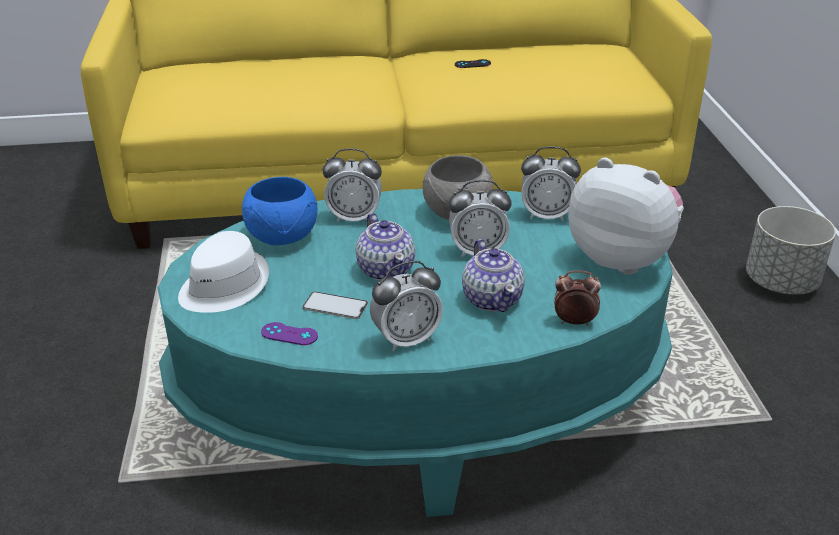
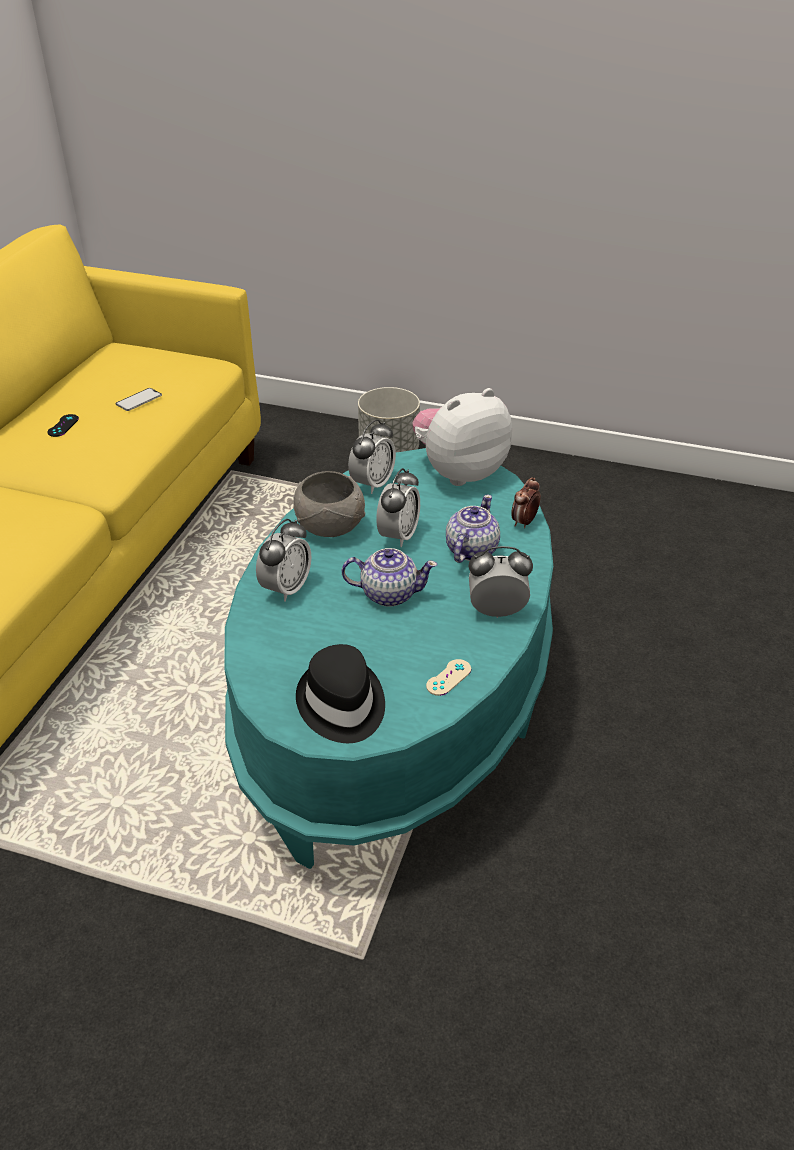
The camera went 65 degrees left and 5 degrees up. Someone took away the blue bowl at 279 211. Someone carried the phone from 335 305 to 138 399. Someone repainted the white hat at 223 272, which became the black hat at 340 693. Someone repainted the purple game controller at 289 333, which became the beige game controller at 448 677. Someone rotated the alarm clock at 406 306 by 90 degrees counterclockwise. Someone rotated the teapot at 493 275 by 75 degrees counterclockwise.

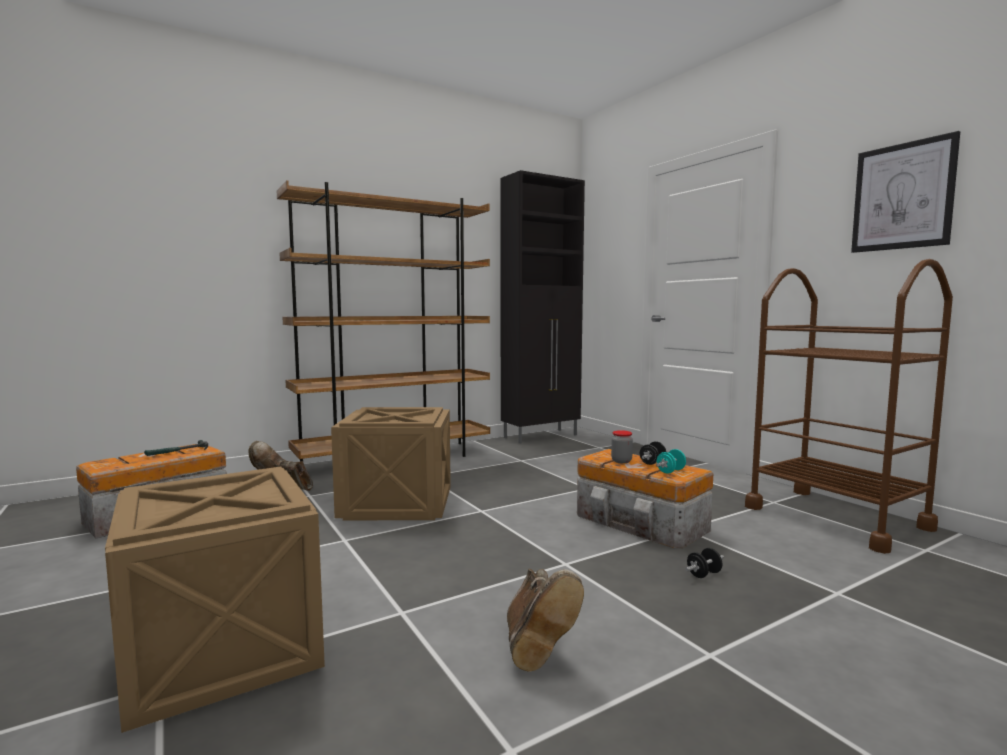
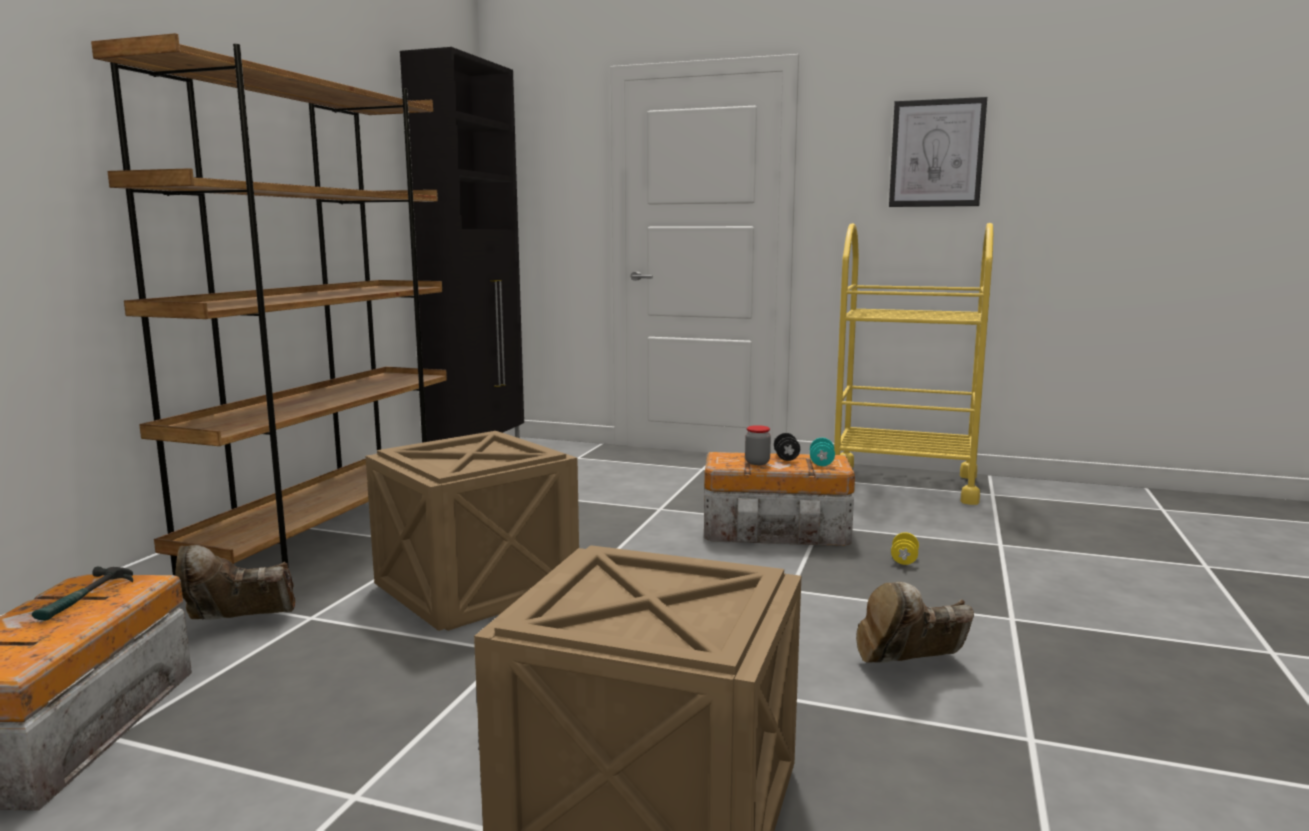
The camera went 40 degrees left and 5 degrees up. Someone repainted the black dumbbell at 704 563, which became the yellow dumbbell at 905 548. Someone repainted the brown cart at 849 406, which became the yellow cart at 913 364. Someone rotated the brown boot at 545 620 by 120 degrees clockwise.

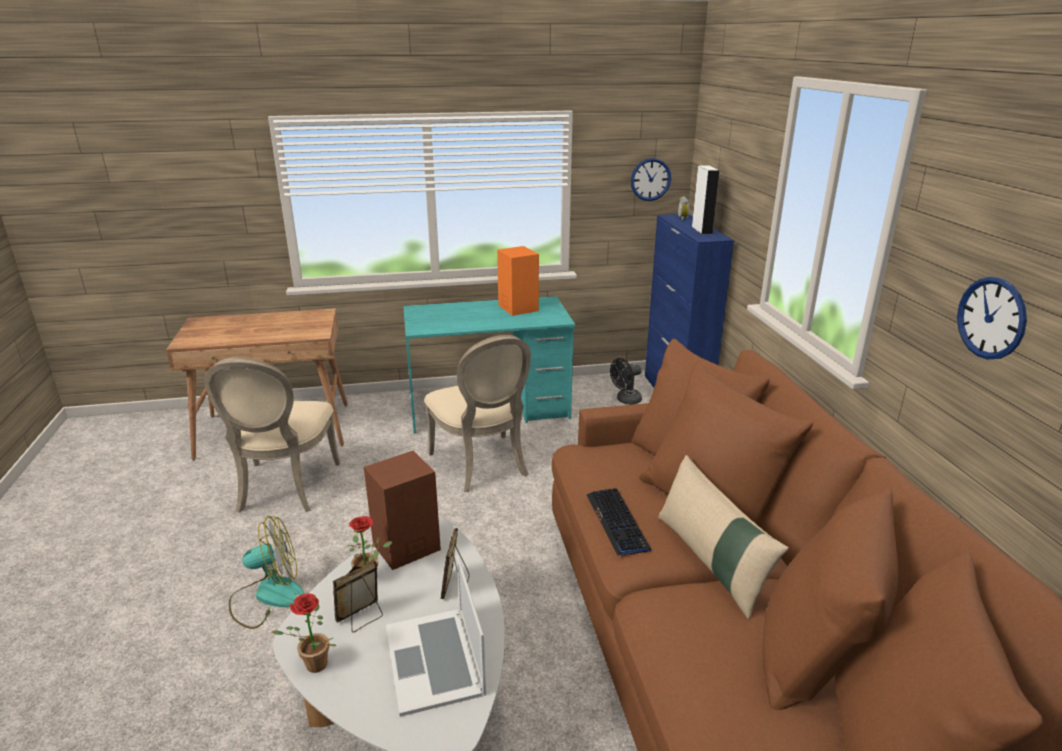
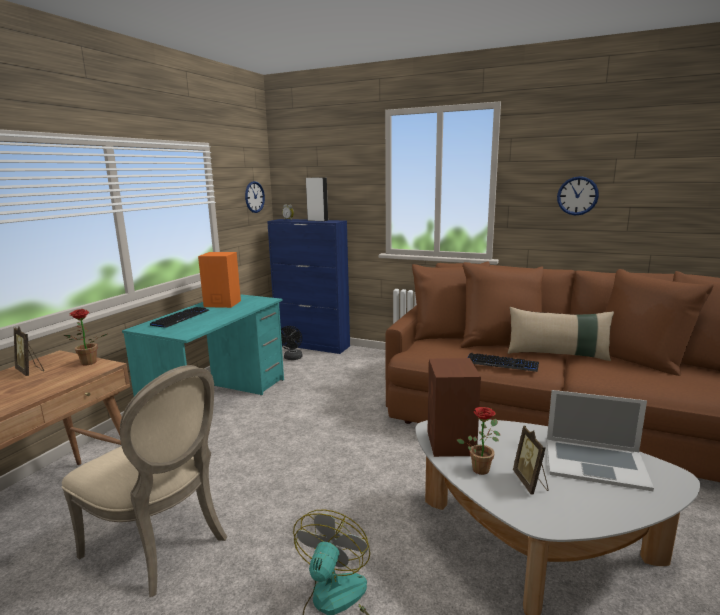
The camera went 55 degrees left and 10 degrees down. Someone took away the beige chair at 477 413. Someone put down the keyboard at 179 317. Someone carried the potted plant from 303 633 to 85 337. Someone carried the picture frame from 455 563 to 29 351.

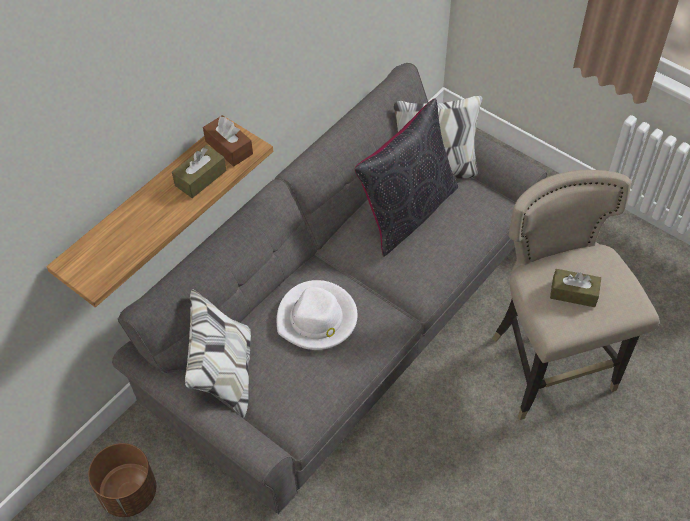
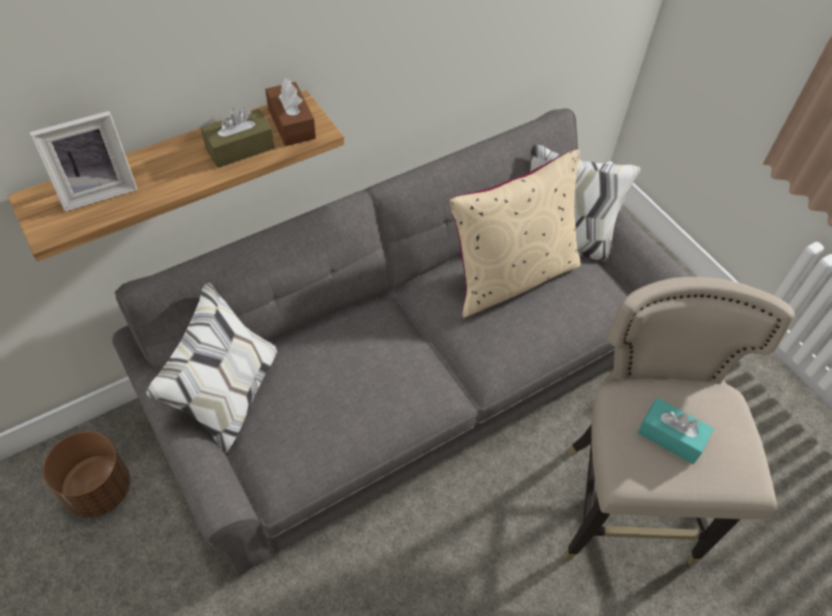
The camera went 15 degrees right and 0 degrees up. Someone took away the white hat at 317 315. Someone put down the picture frame at 83 161. Someone repainted the black pillow at 406 177, which became the beige pillow at 515 233. Someone repainted the brown tissue box at 575 288, which became the turquoise tissue box at 675 431.

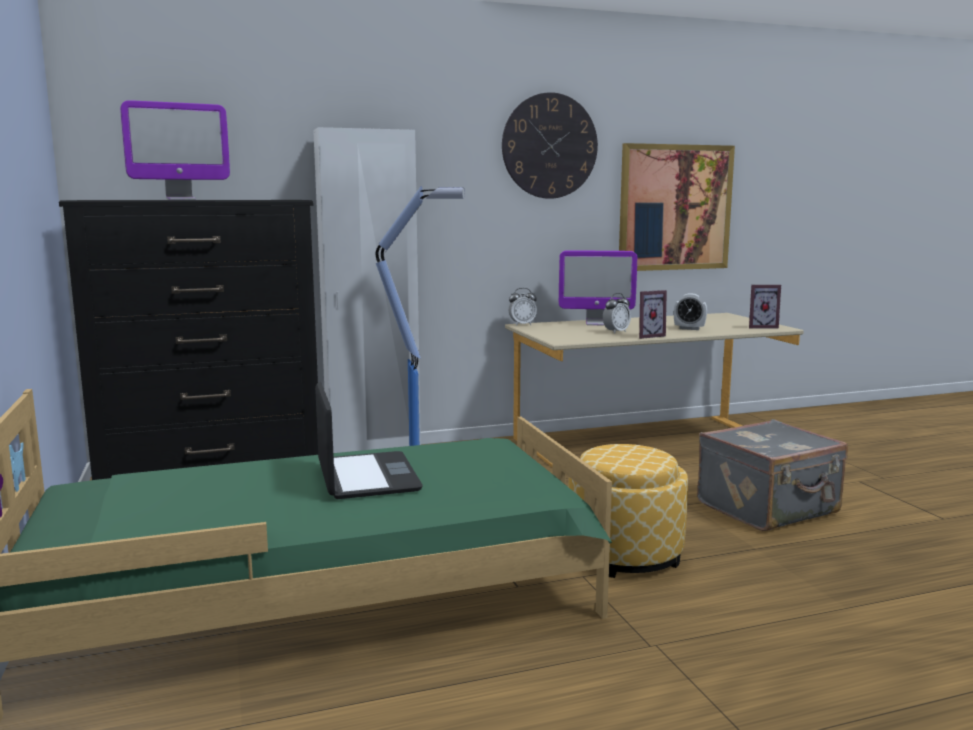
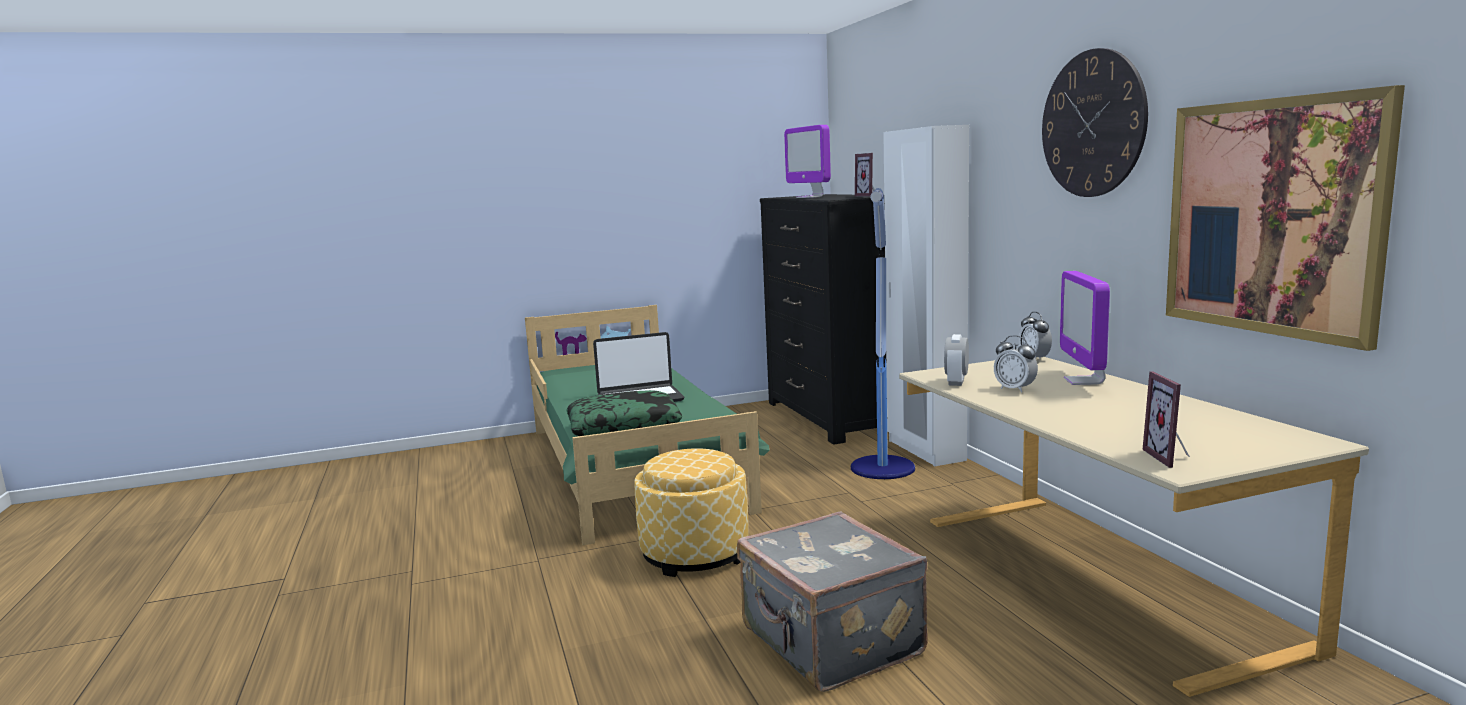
The camera went 90 degrees right and 0 degrees up. Someone put down the pillow at 624 413. Someone carried the picture frame from 653 314 to 865 174. Someone carried the alarm clock from 690 311 to 956 360.

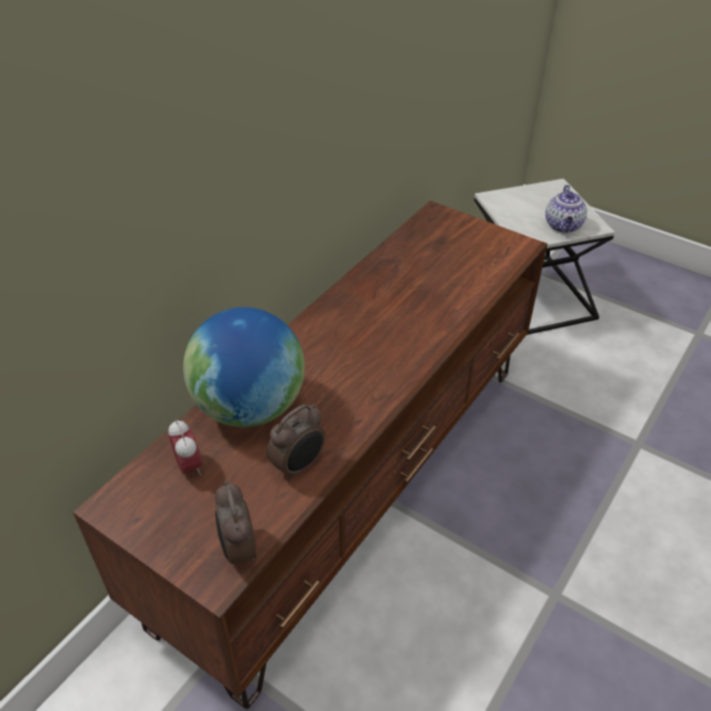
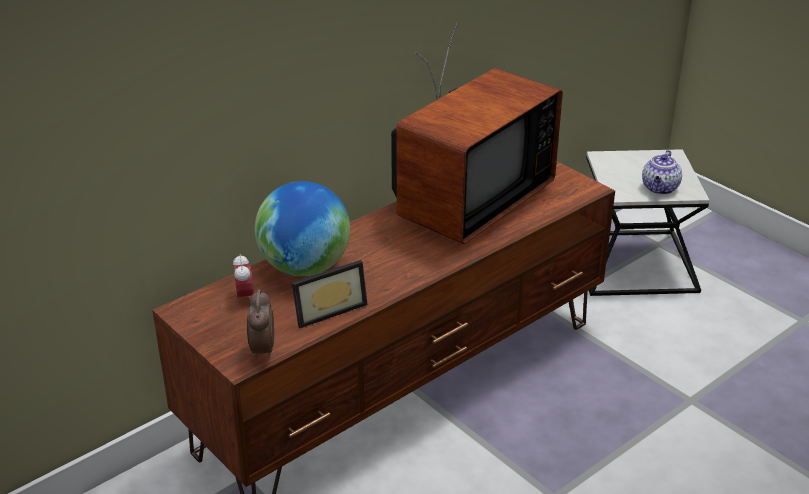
The camera went 15 degrees right and 10 degrees down. Someone put down the television at 477 133. Someone swapped the alarm clock at 296 442 for the picture frame at 330 294.

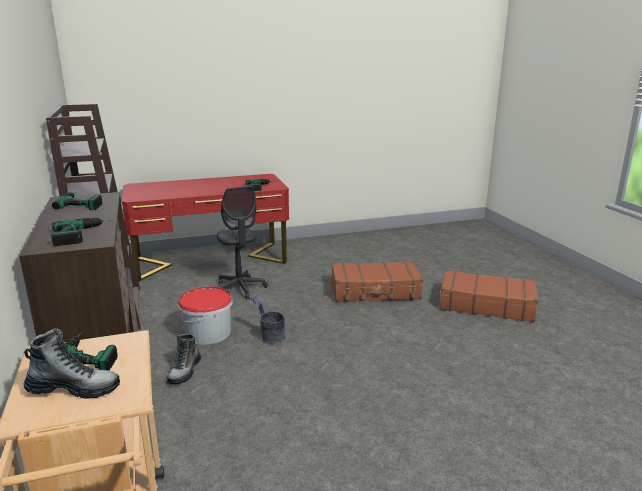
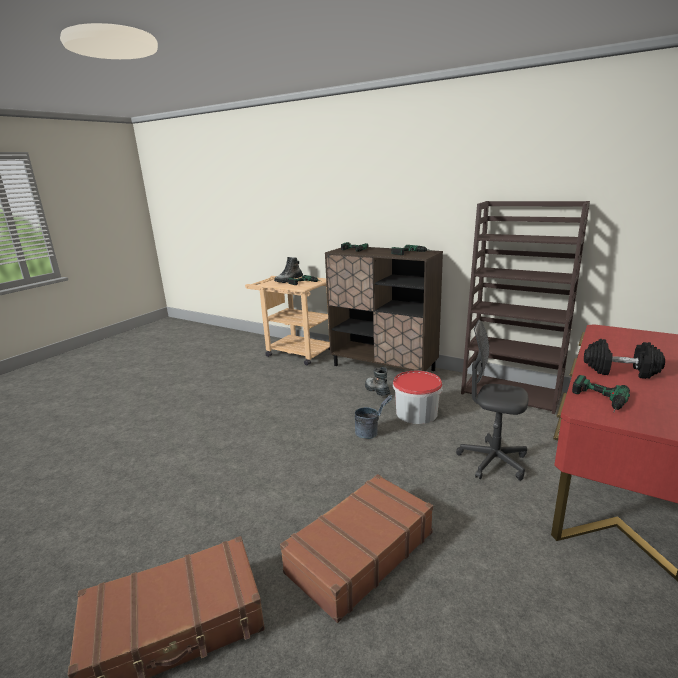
The camera went 140 degrees right and 0 degrees up. Someone put down the black dumbbell at 624 359.

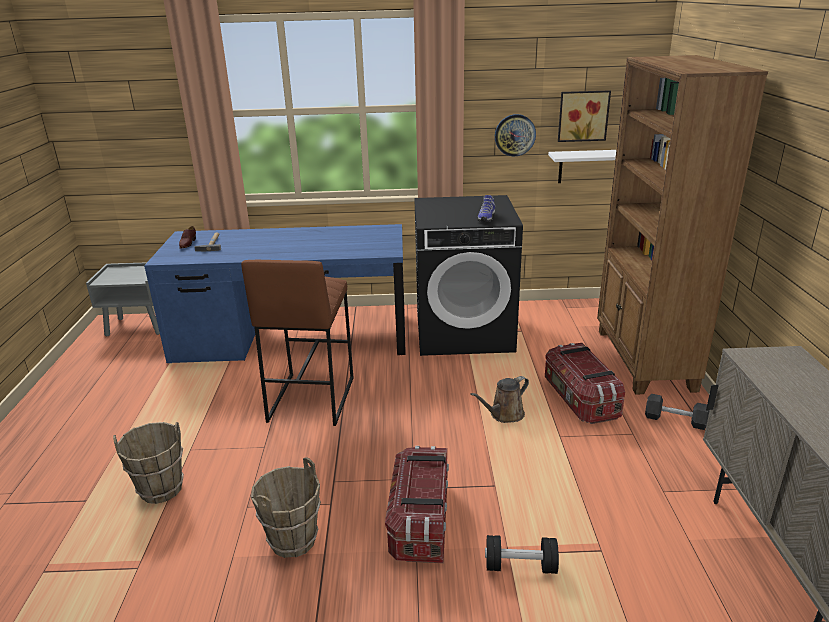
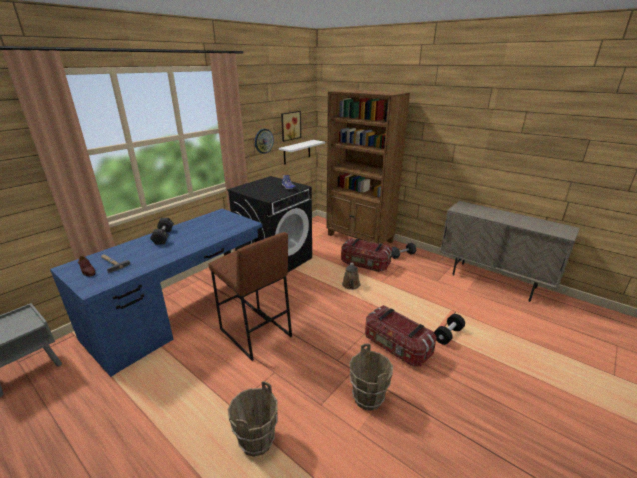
The camera went 50 degrees left and 0 degrees up. Someone put down the black dumbbell at 162 231.

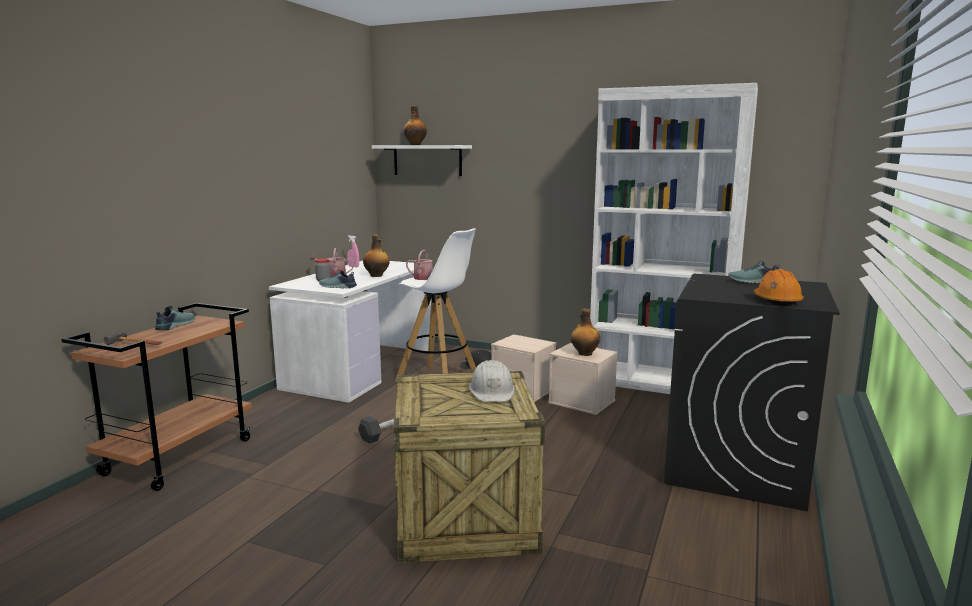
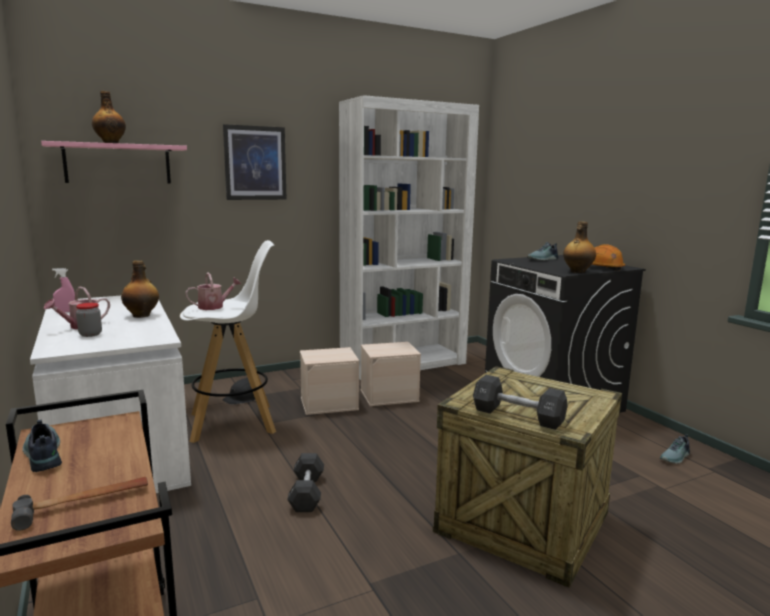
The camera went 50 degrees left and 0 degrees up. Someone took away the white hard hat at 492 381. Someone put up the picture at 255 162. Someone put down the black dumbbell at 520 402. Someone carried the shoe from 338 279 to 675 449. Someone carried the bottle from 585 332 to 579 247. Someone repainted the white shelf at 422 160, which became the pink shelf at 114 162.

